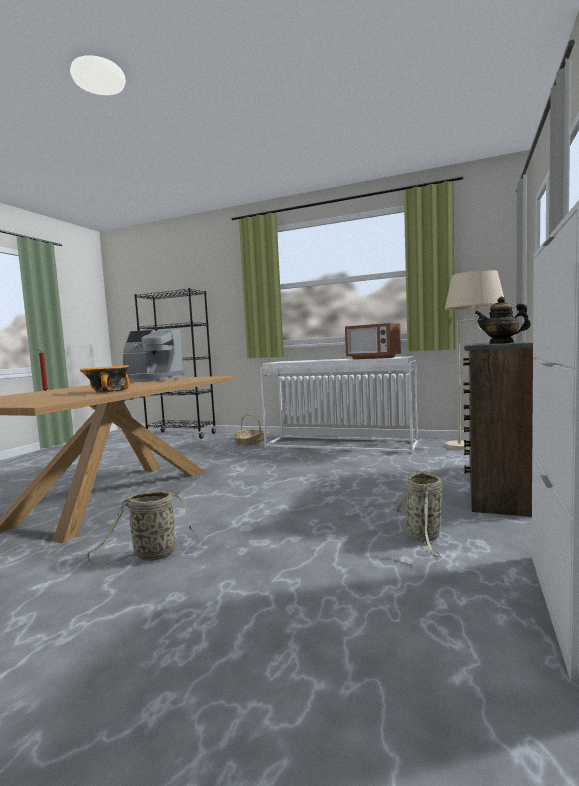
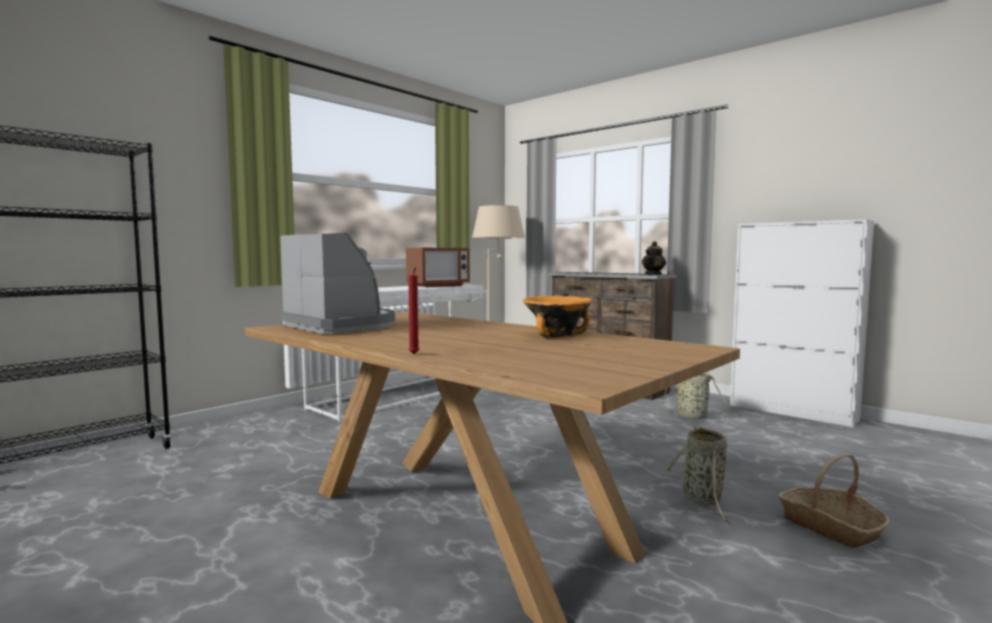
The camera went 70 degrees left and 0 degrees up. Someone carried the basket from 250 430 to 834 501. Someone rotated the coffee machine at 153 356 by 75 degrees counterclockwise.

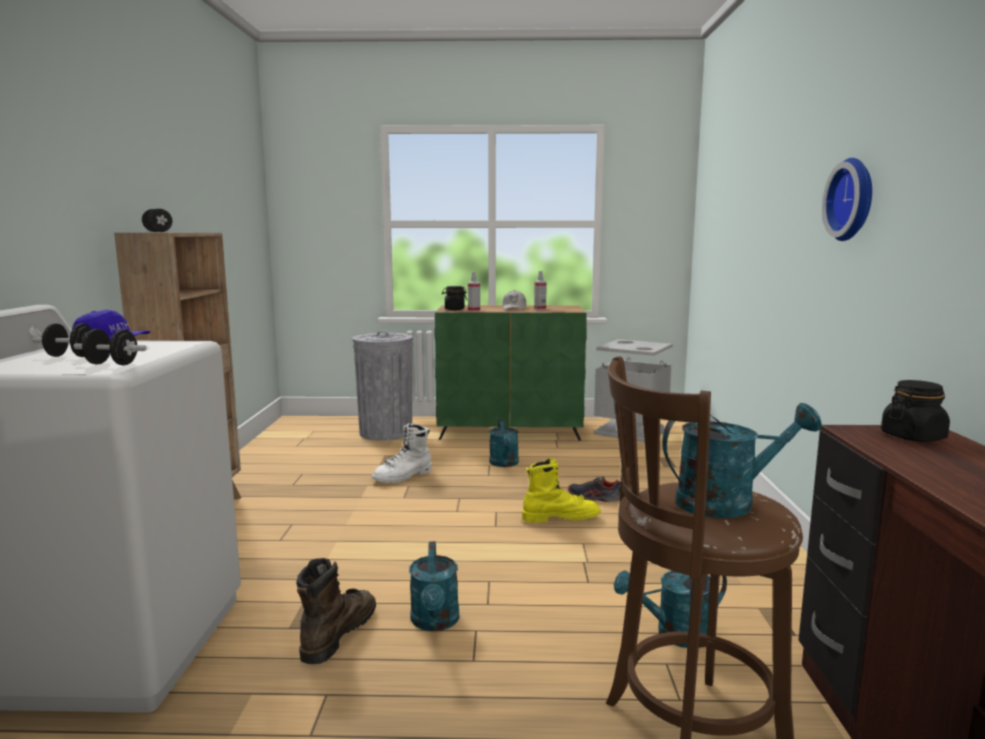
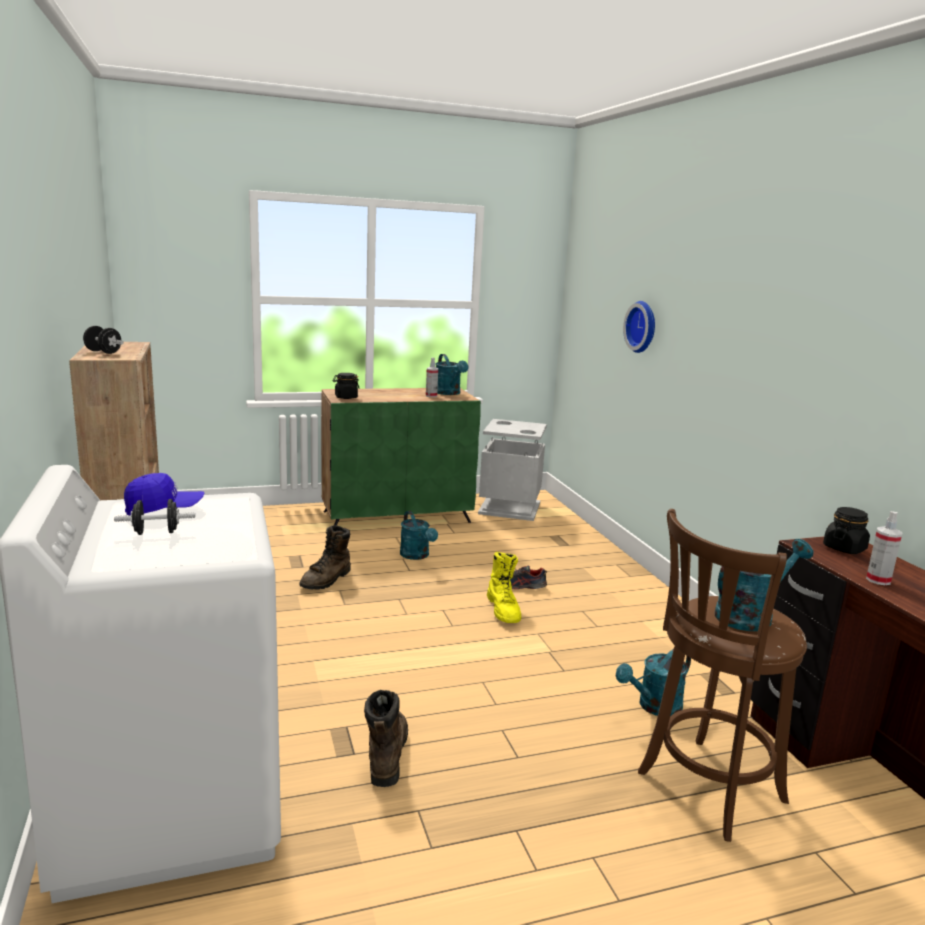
The camera went 20 degrees left and 5 degrees up. Someone took away the black dumbbell at 110 347. Someone took away the grey trash can at 382 386. Someone took away the white cap at 514 300. Someone carried the turquoise watering can from 434 586 to 452 374. Someone carried the spray bottle from 474 292 to 884 548. Someone carried the wall clock from 847 199 to 639 327. Someone repainted the white boot at 402 453, which became the brown boot at 325 557. Someone rotated the yellow boot at 561 490 by 105 degrees clockwise.

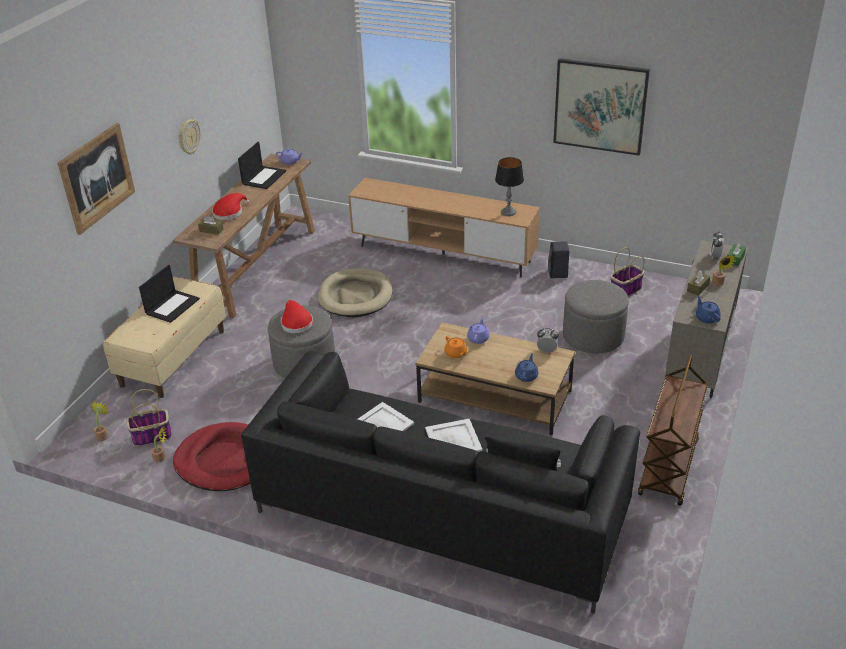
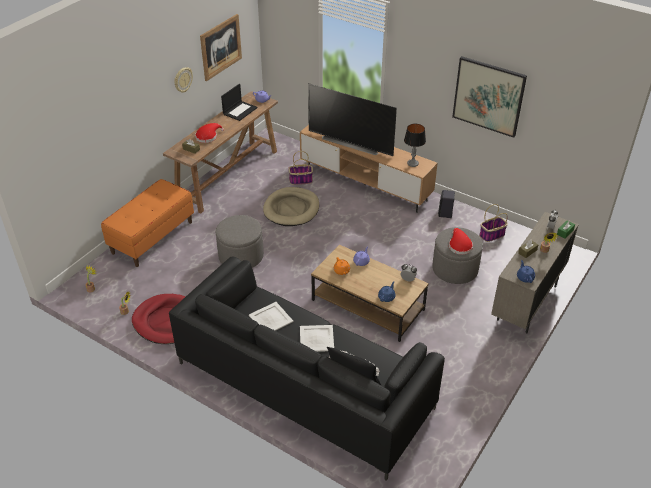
The camera went 10 degrees right and 5 degrees up. Someone took away the laptop at 169 294. Someone took away the brown cart at 673 430. Someone put down the television at 352 119. Someone carried the picture from 96 179 to 221 47. Someone carried the basket from 149 417 to 300 168. Someone carried the red hat from 297 316 to 461 241. Someone repainted the beige bench at 164 337, which became the orange bench at 147 223.

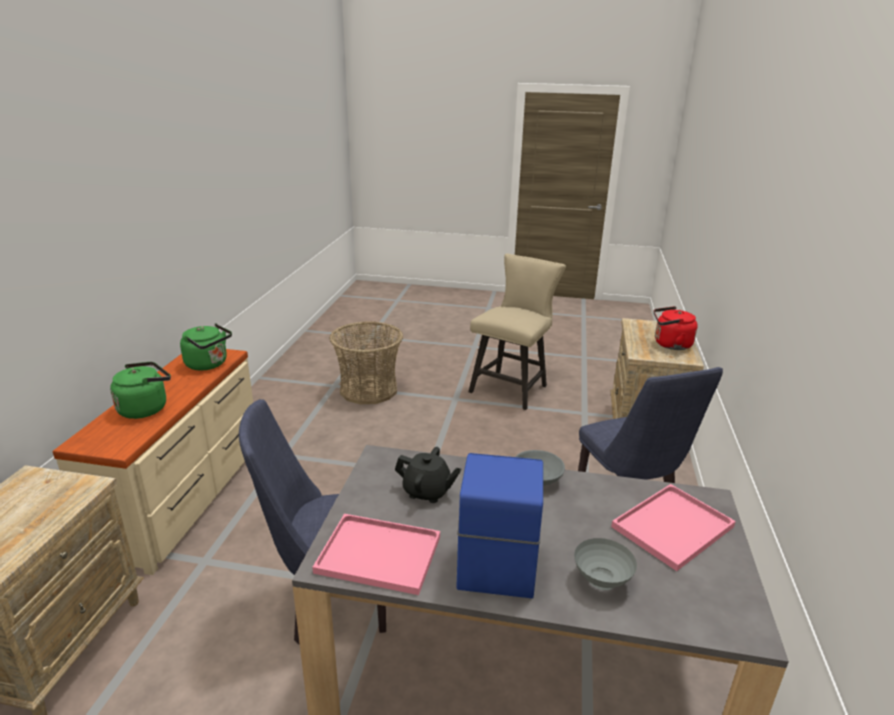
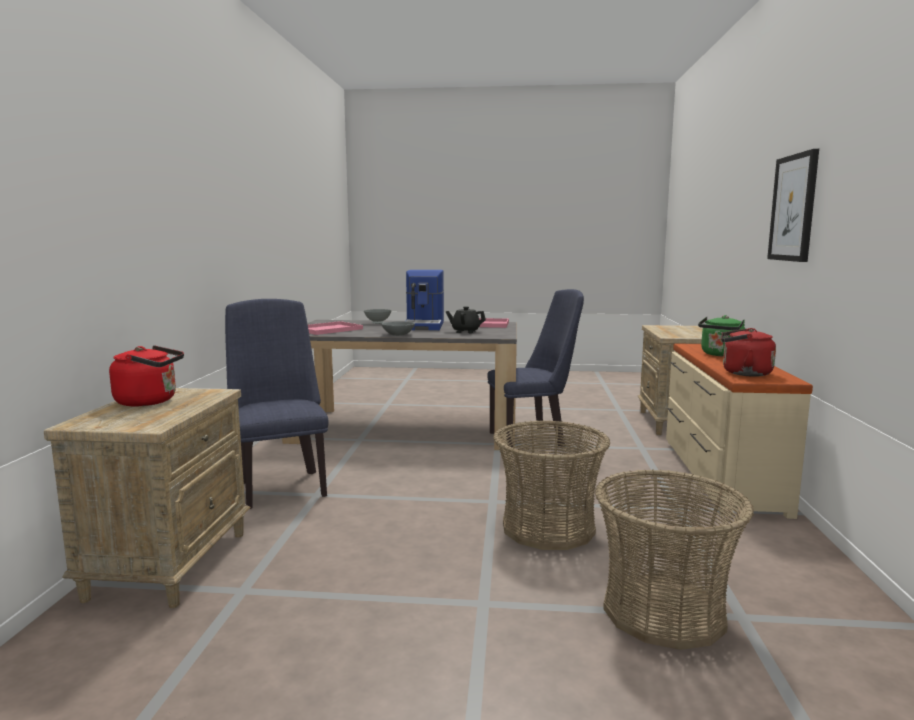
The camera went 175 degrees right and 15 degrees down. Someone took away the beige chair at 517 331. Someone put down the basket at 551 485. Someone put up the picture at 793 205. Someone repainted the green kettle at 206 347, which became the red kettle at 748 352.

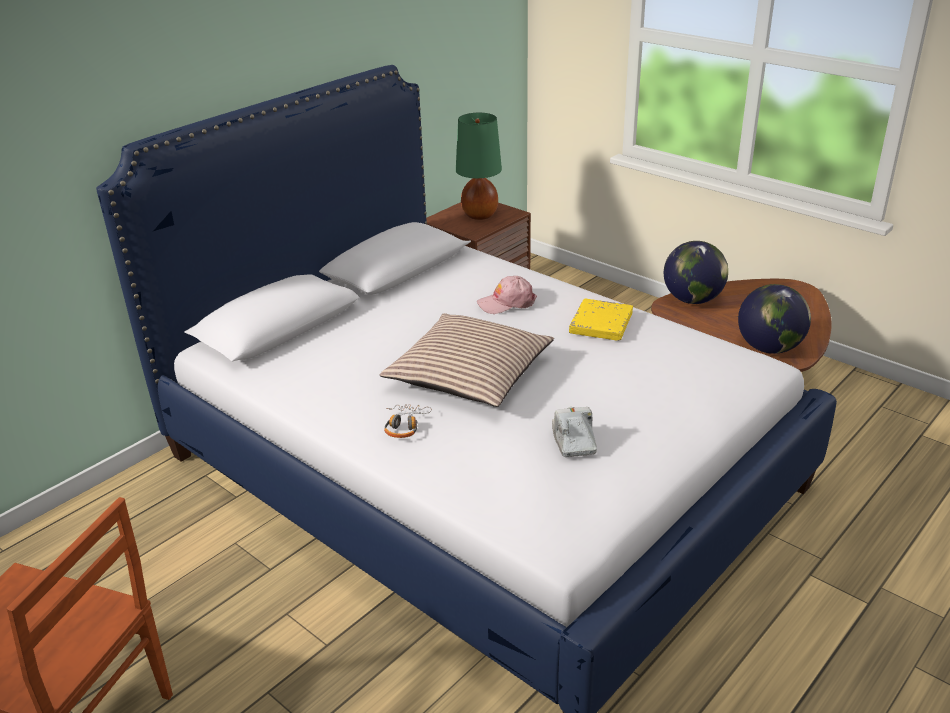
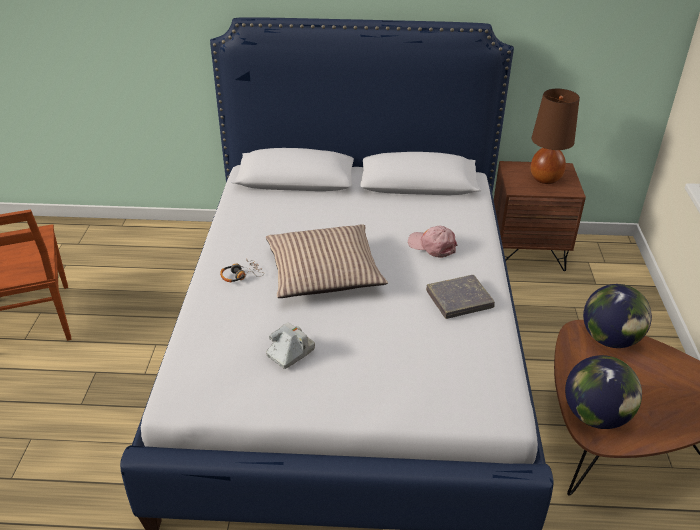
The camera went 50 degrees right and 5 degrees up. Someone repainted the green table lamp at 479 166, which became the brown table lamp at 555 136. Someone repainted the yellow book at 601 320, which became the grey book at 460 297.

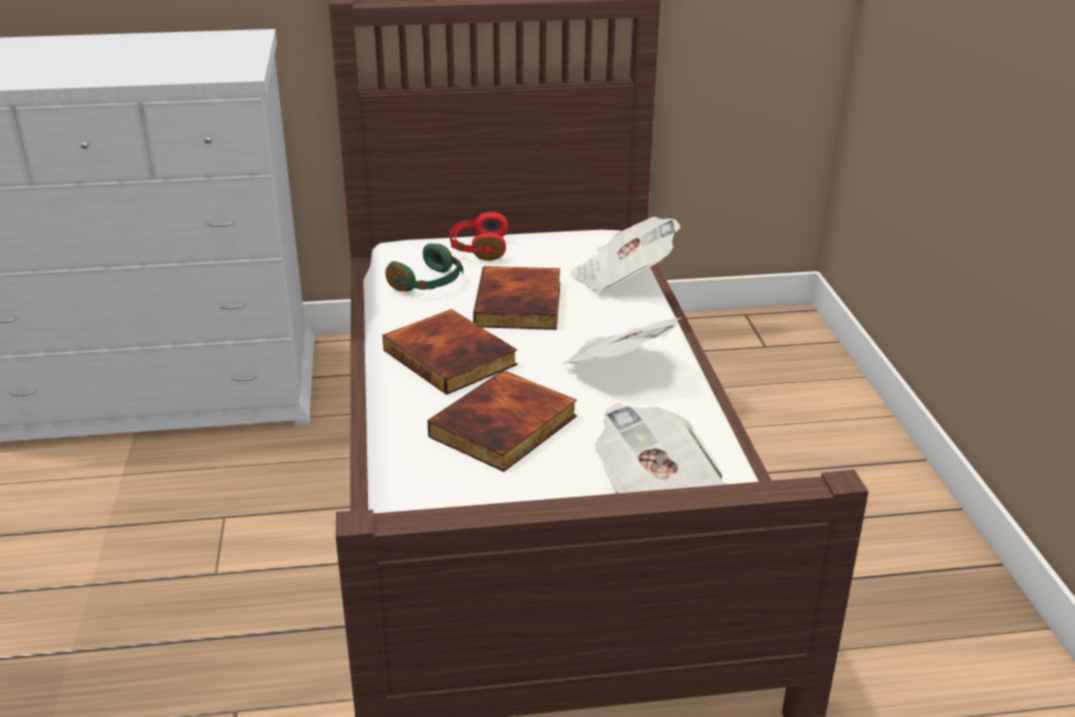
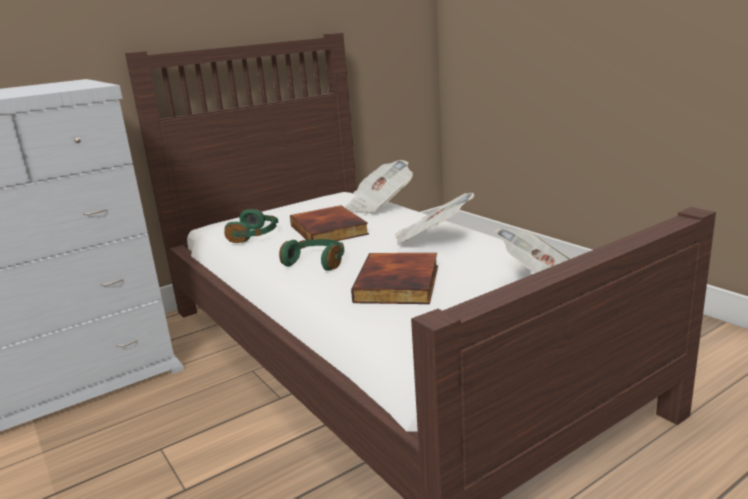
The camera went 25 degrees left and 10 degrees down. Someone took away the red headphones at 479 236. Someone swapped the book at 449 352 for the green headphones at 311 255.

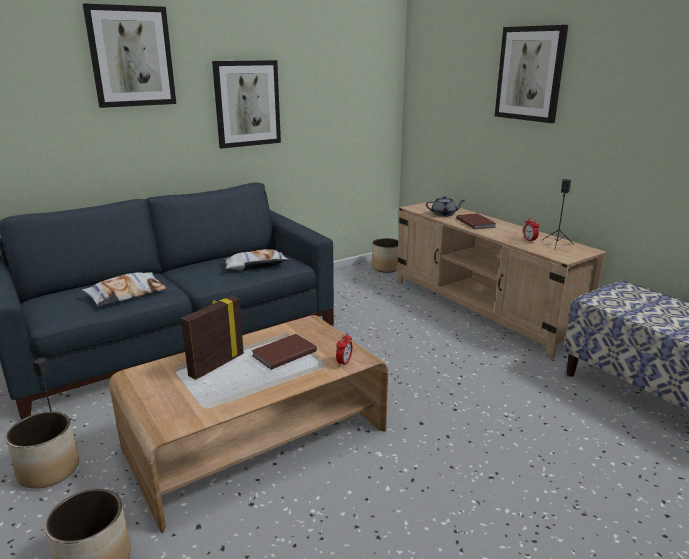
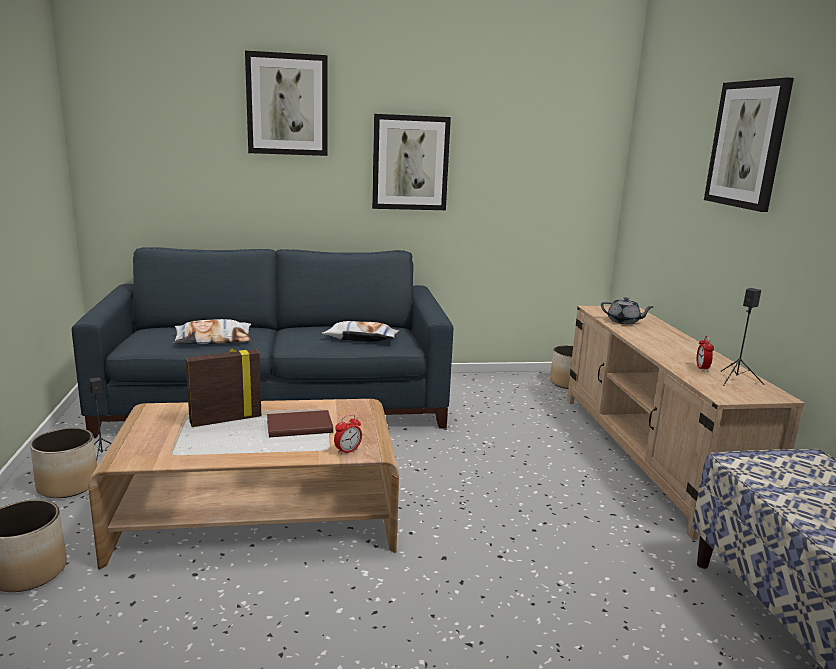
The camera went 25 degrees right and 5 degrees down. Someone took away the brown book at 476 221.

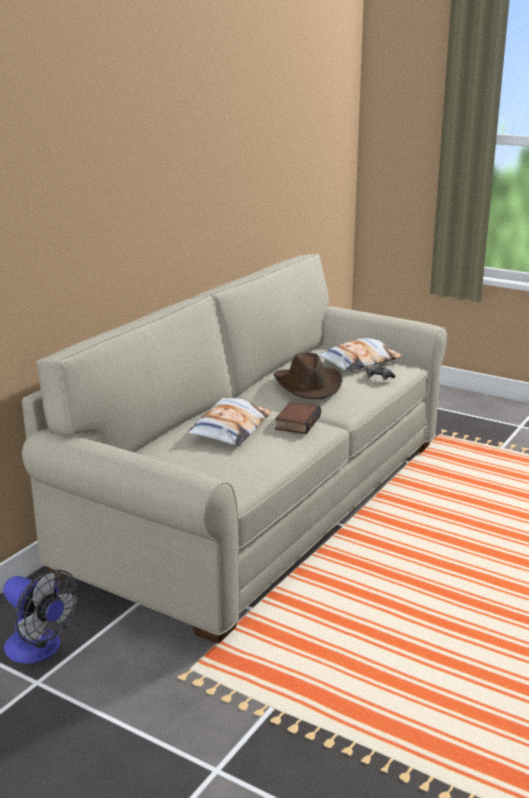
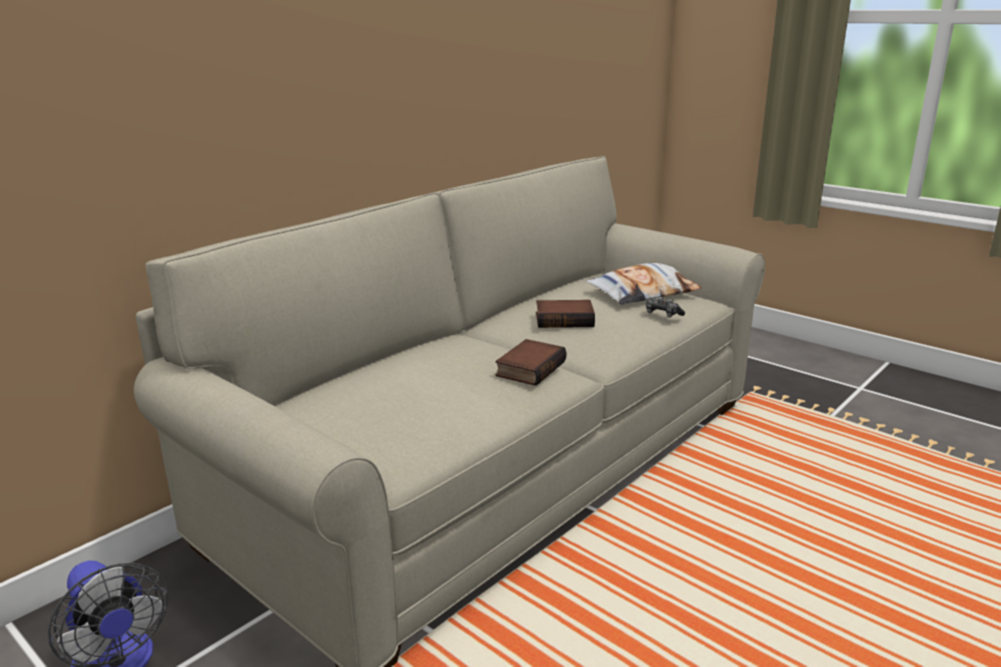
The camera went 10 degrees right and 0 degrees up. Someone took away the pillow at 229 422. Someone swapped the brown hat at 308 376 for the book at 565 314.

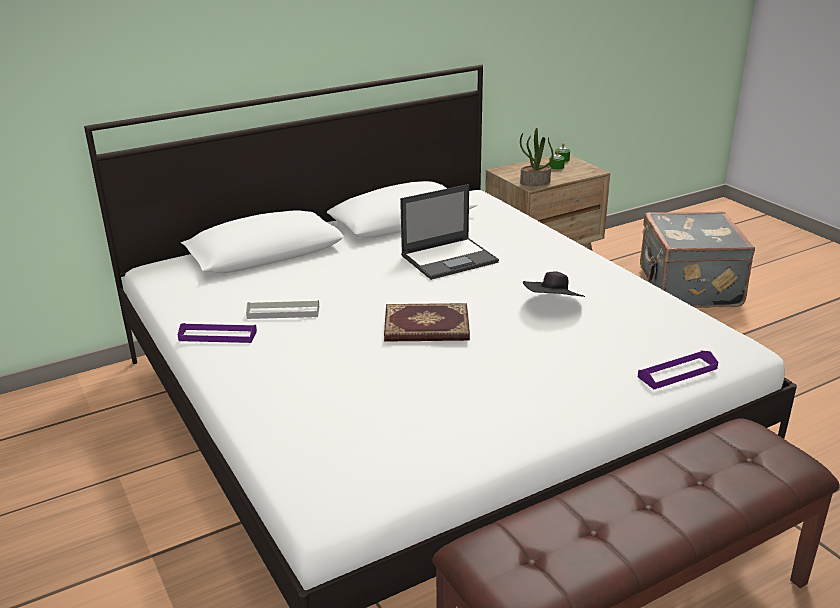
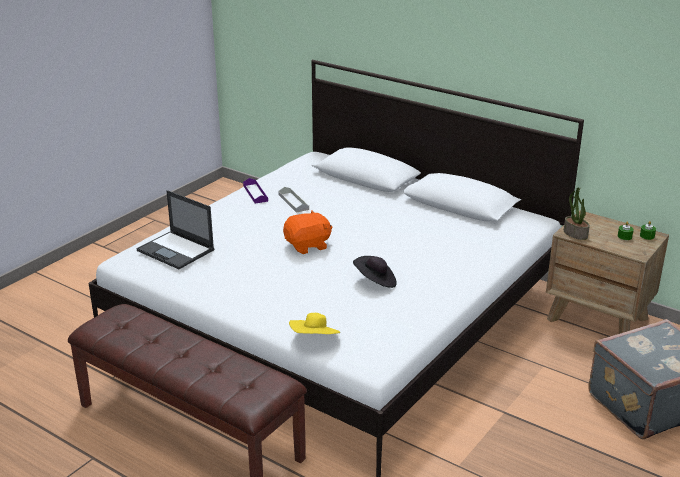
The camera went 65 degrees right and 0 degrees up. Someone carried the laptop from 449 232 to 175 229. Someone swapped the book at 427 322 for the orange plush toy at 307 232. Someone swapped the purple tray at 678 370 for the yellow hat at 314 323.

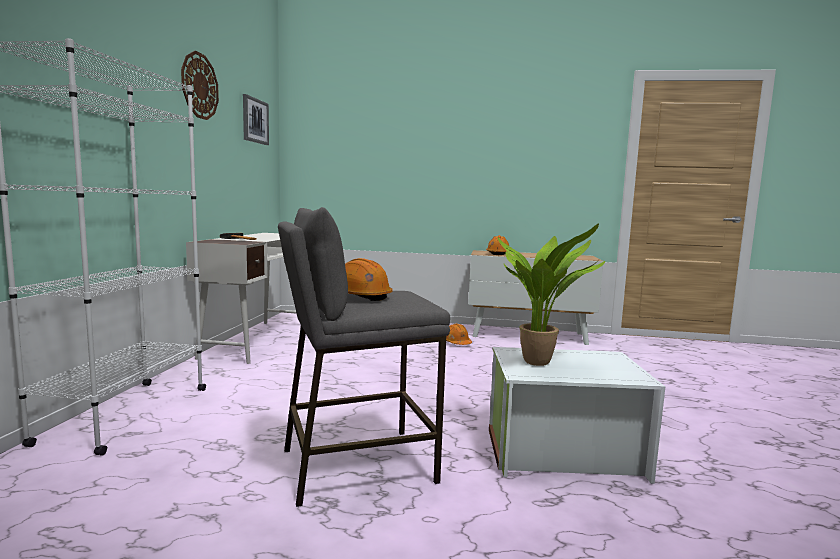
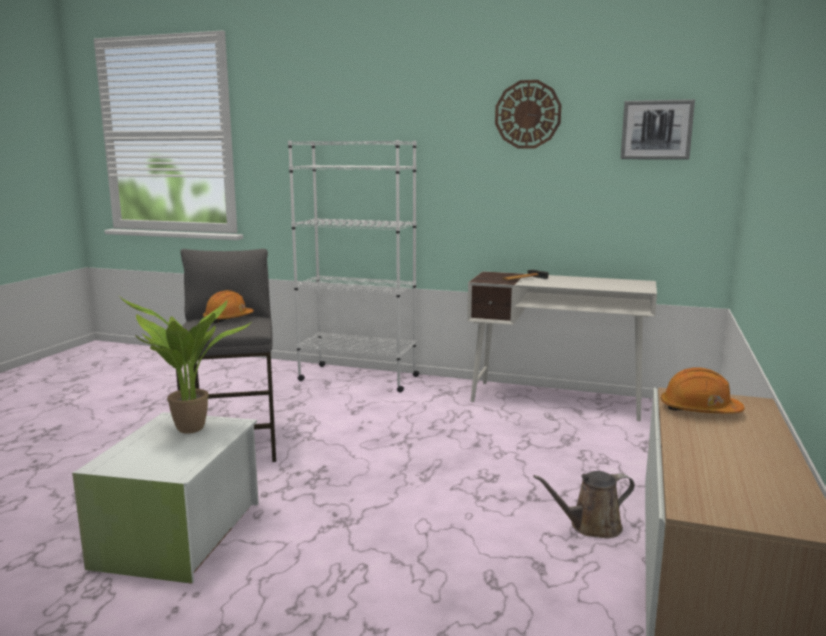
The camera went 100 degrees right and 5 degrees up. Someone swapped the orange hard hat at 459 334 for the brown watering can at 584 505.

